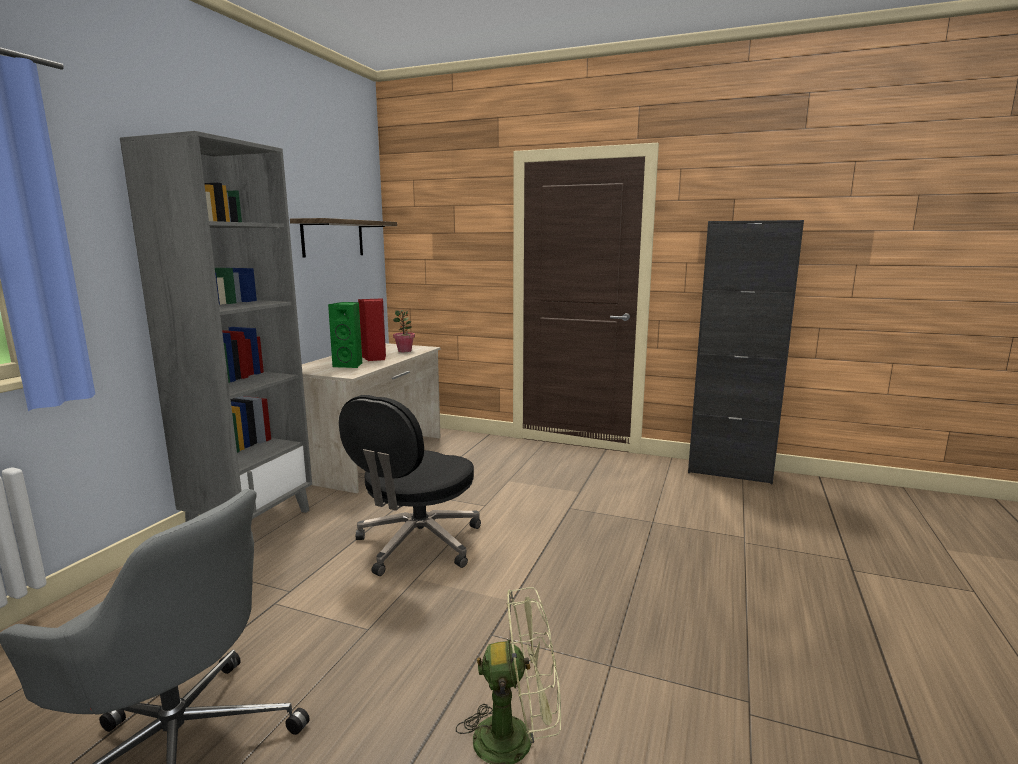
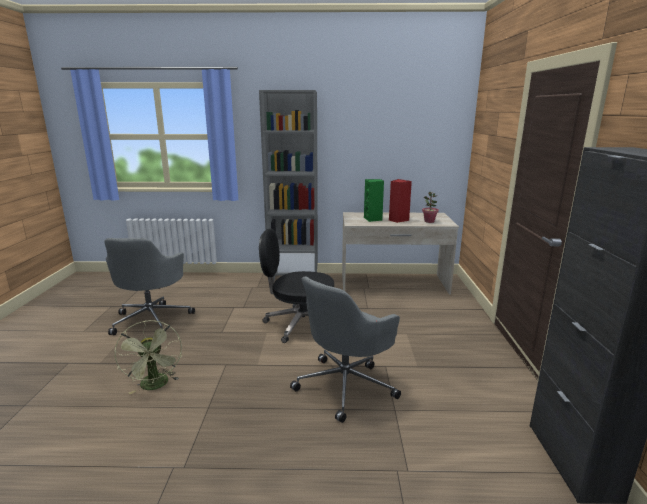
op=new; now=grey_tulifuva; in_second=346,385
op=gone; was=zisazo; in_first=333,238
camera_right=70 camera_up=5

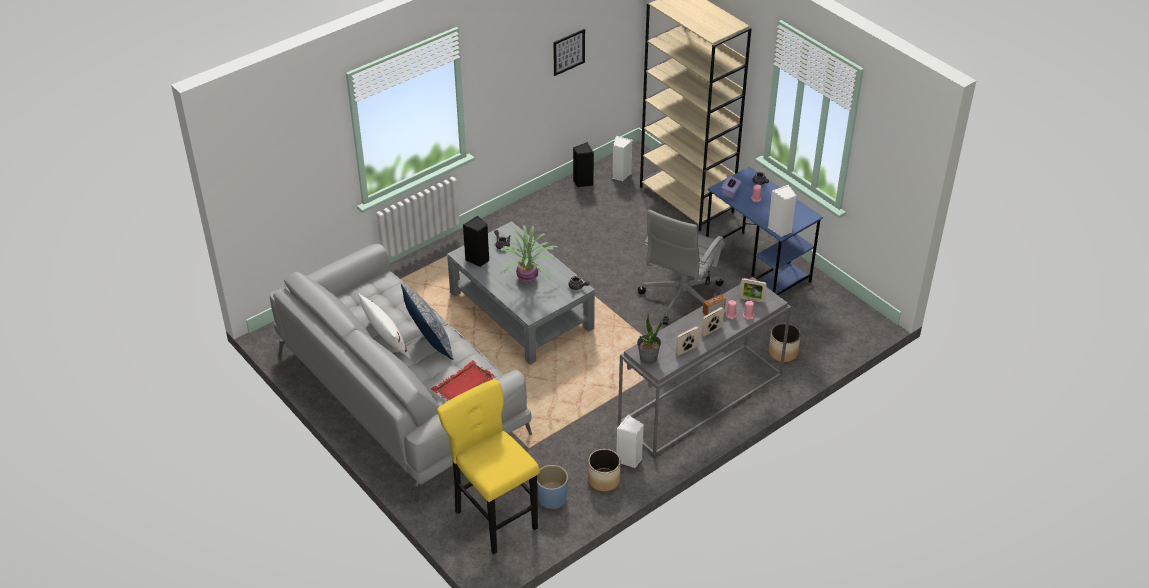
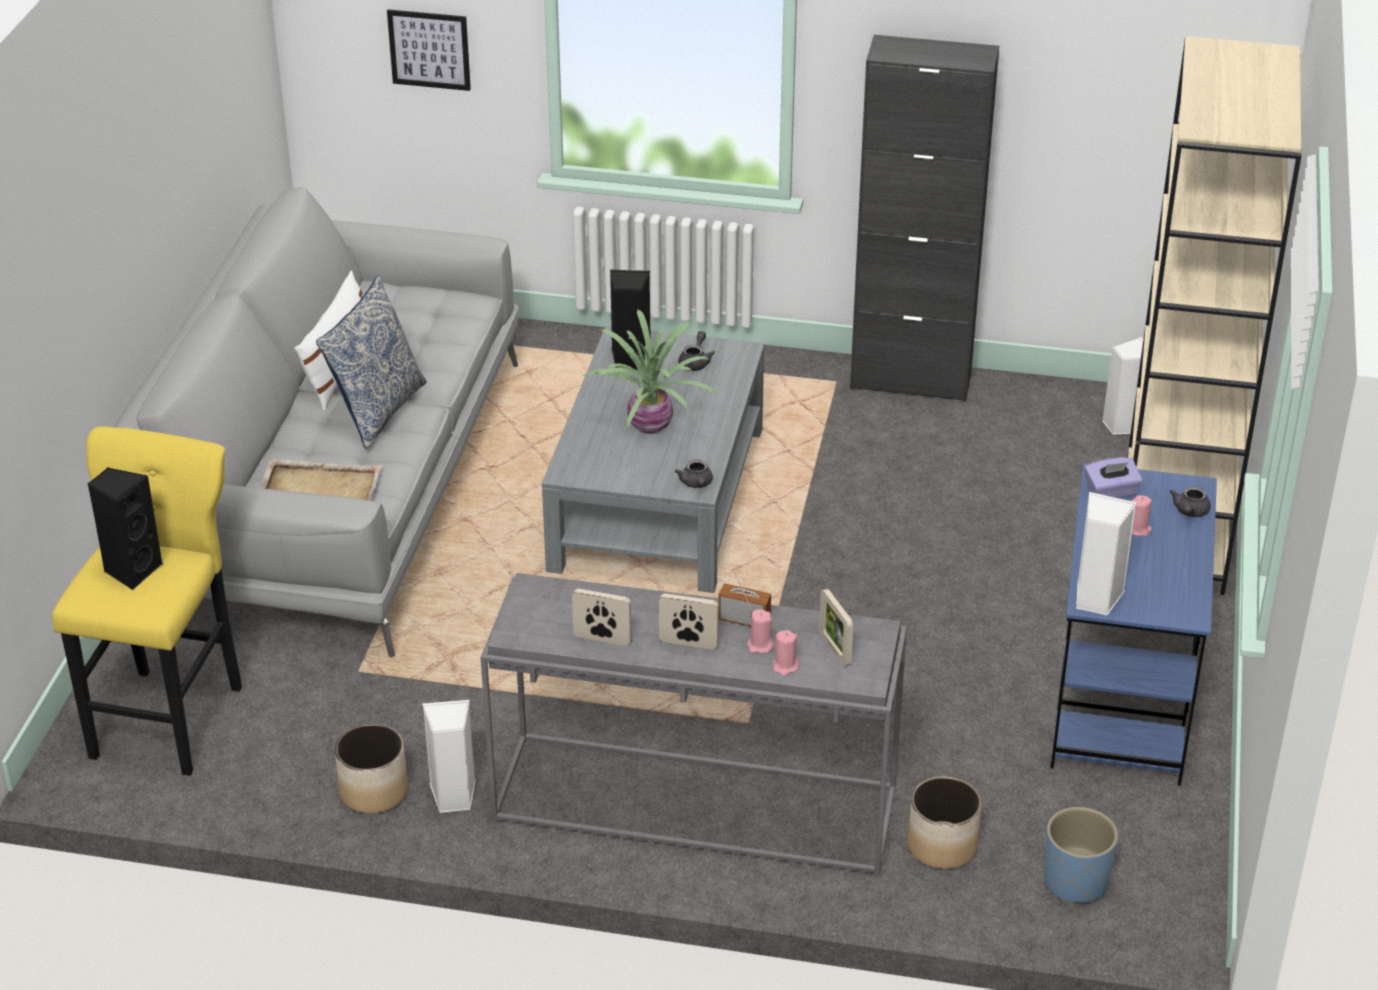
op=shifted; was=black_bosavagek; in_first=582,182; in_second=132,570
op=repainted; was=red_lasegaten; now=beige_lasegaten; in_first=463,385; in_second=318,487
op=shifted; was=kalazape; in_first=568,52; in_second=429,49
op=new; now=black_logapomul; in_second=910,380
op=shifted; was=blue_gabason; in_first=552,498; in_second=1075,881
op=gone; was=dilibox; in_first=648,358
op=gone; was=grey_tulifuva; in_first=681,299
camera_right=50 camera_up=-5

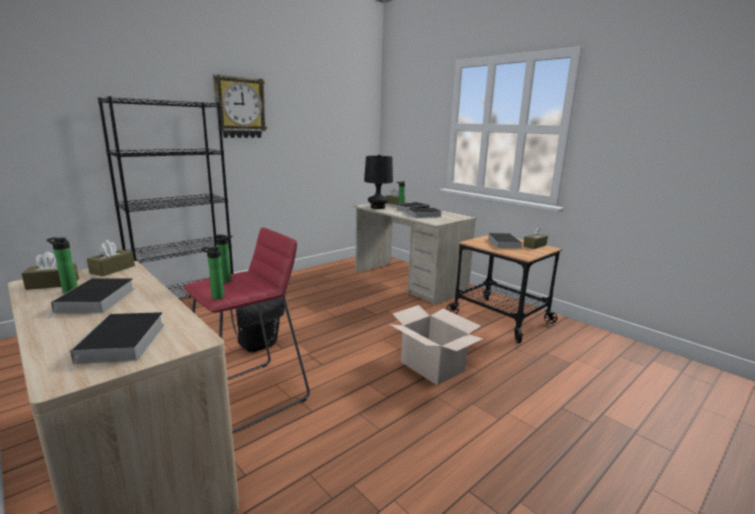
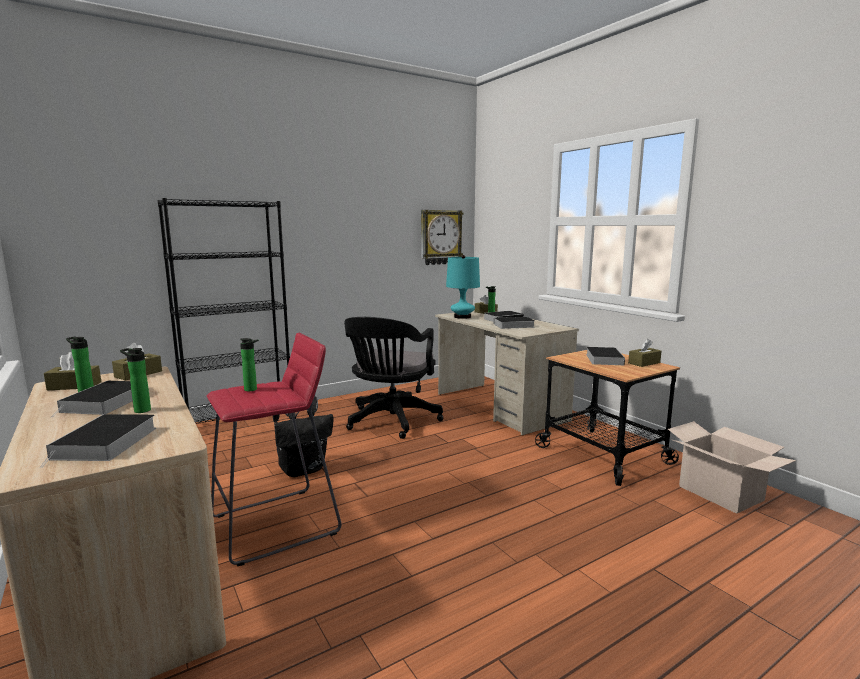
op=shifted; was=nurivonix; in_first=216,297; in_second=140,410
op=new; now=black_tulifuva; in_second=391,422
op=shifted; was=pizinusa; in_first=240,108; in_second=440,237
op=repainted; was=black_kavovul; now=turquoise_kavovul; in_first=377,207; in_second=462,317
op=shifted; was=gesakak; in_first=431,366; in_second=719,493
camera_right=10 camera_up=-5

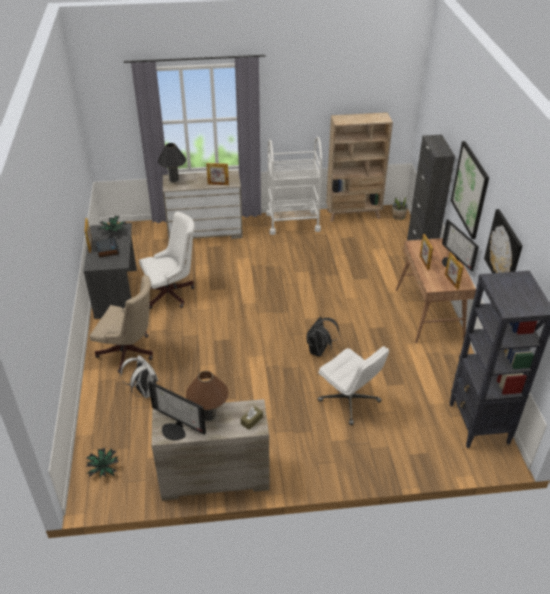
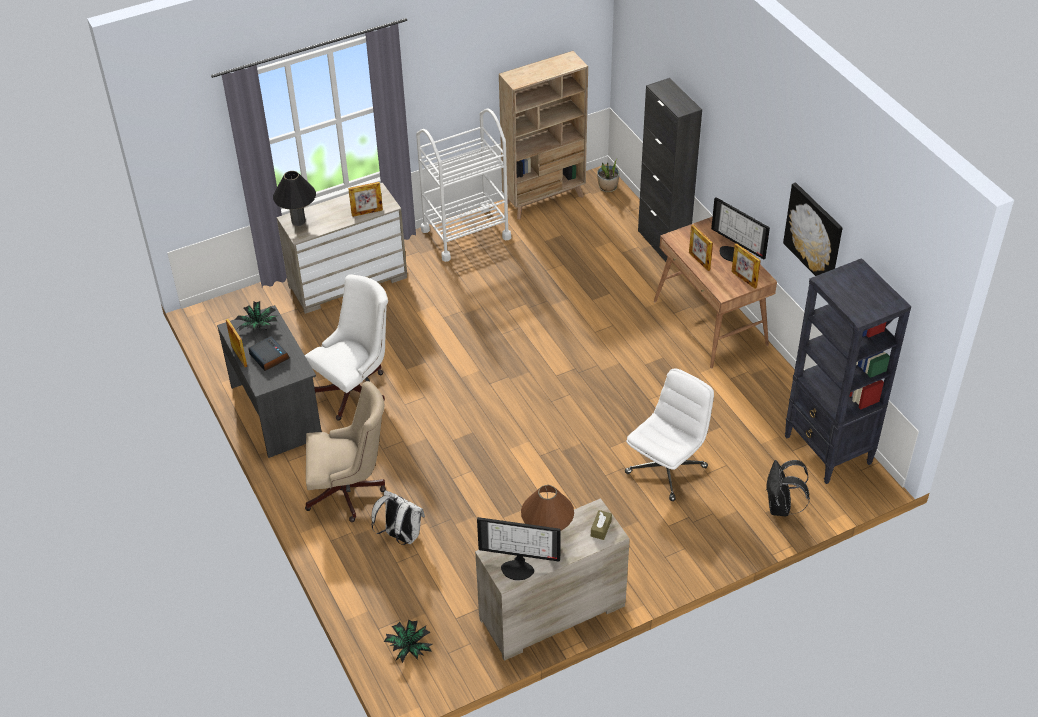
op=rotated; was=white_tulifuva; in_first=350,401; in_second=666,469; clockwise=-75
op=shifted; was=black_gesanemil; in_first=319,351; in_second=781,507
op=gone; was=kalazape; in_first=470,189
camera_right=-20 camera_up=5

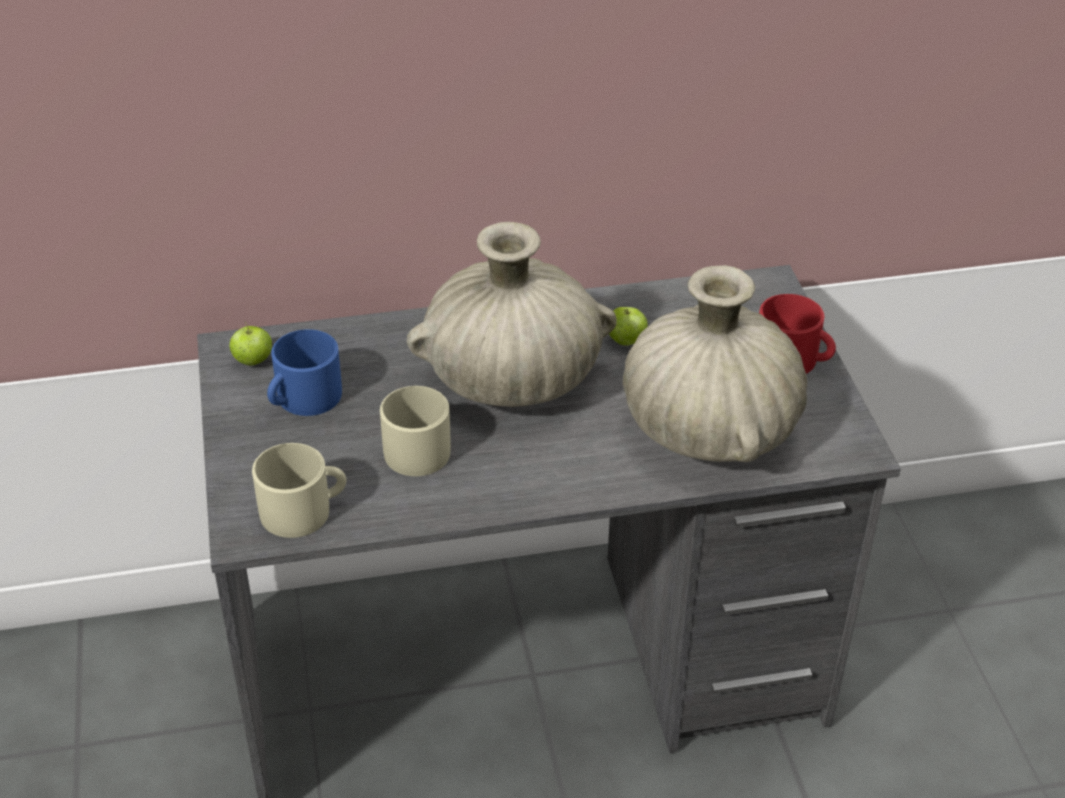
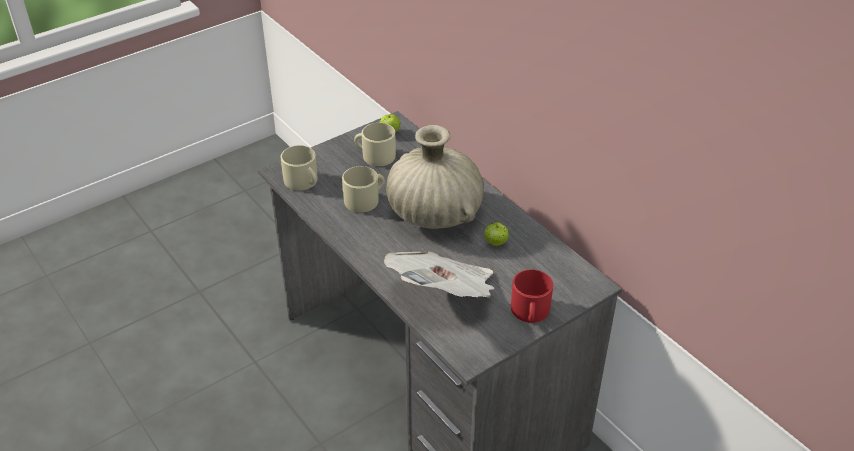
op=repainted; was=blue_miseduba; now=beige_miseduba; in_first=303,399; in_second=375,155
op=swapped; was=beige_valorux; now=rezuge; in_first=708,430; in_second=444,294
camera_right=65 camera_up=0

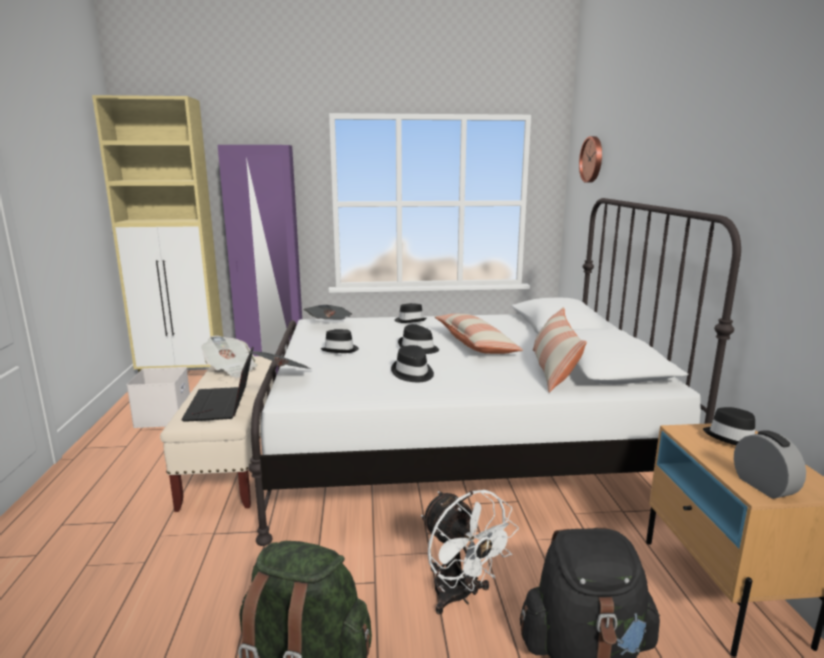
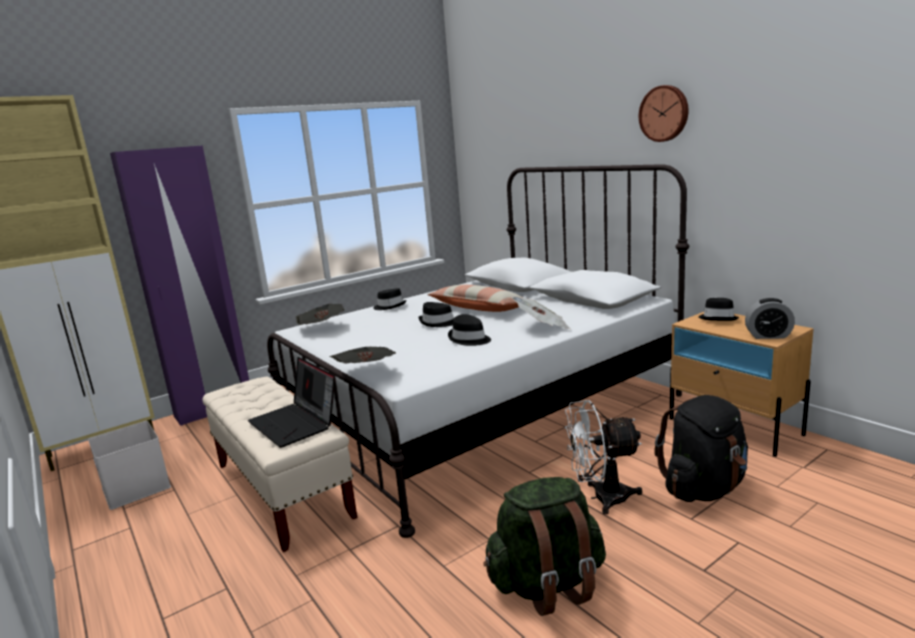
op=shifted; was=rezuge; in_first=231,370; in_second=542,327
op=rotated; was=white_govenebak; in_first=460,596; in_second=601,498; clockwise=150
op=shifted; was=pizinusa; in_first=592,159; in_second=664,113
op=rotated; was=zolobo; in_first=763,486; in_second=768,336; clockwise=150
op=gone; was=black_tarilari; in_first=340,350
op=gone; was=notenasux; in_first=553,370
camera_right=-30 camera_up=0

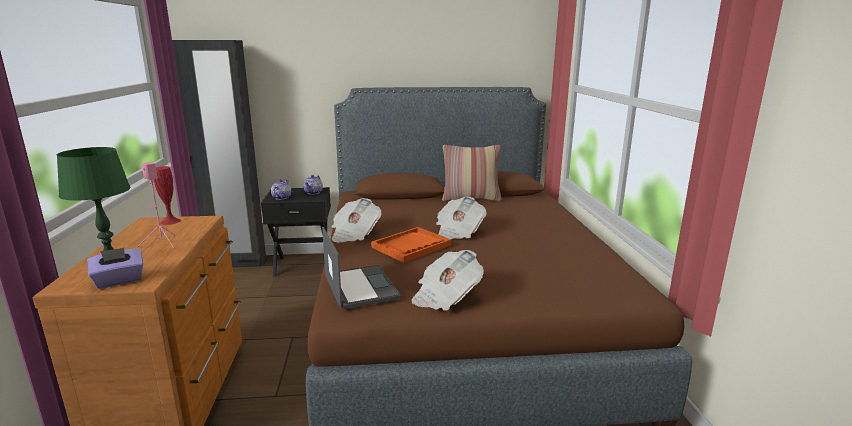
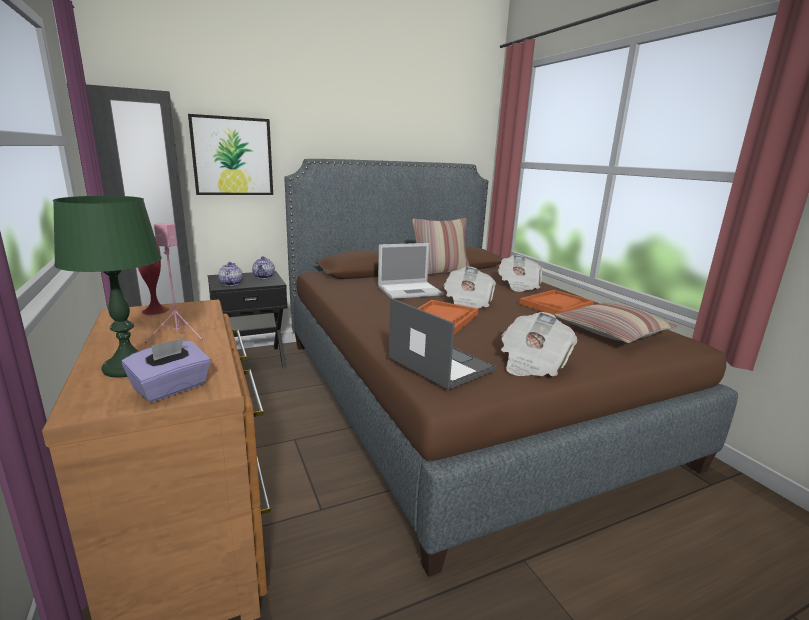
op=new; now=kalazape; in_second=232,156
op=new; now=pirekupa; in_second=411,290
op=shifted; was=rezuge; in_first=354,234; in_second=518,285
op=new; now=orange_lasegaten; in_second=556,305
op=new; now=notenasux; in_second=612,332
camera_right=-20 camera_up=0

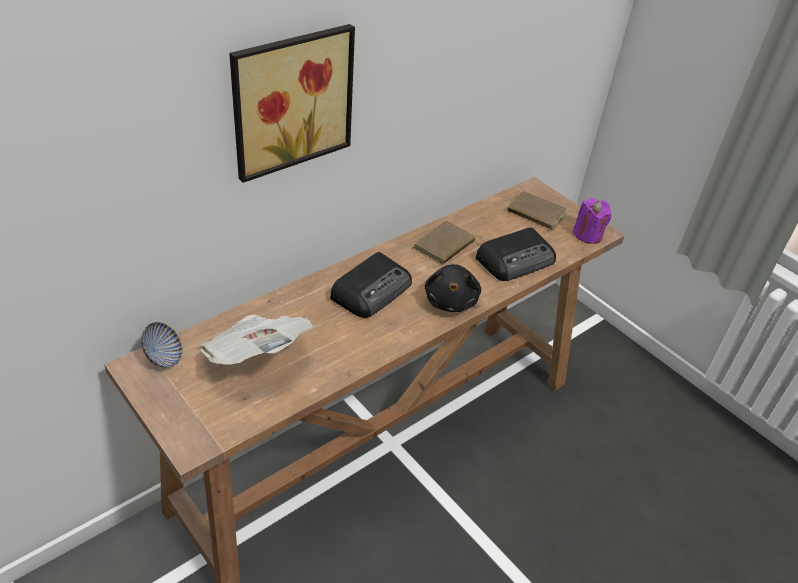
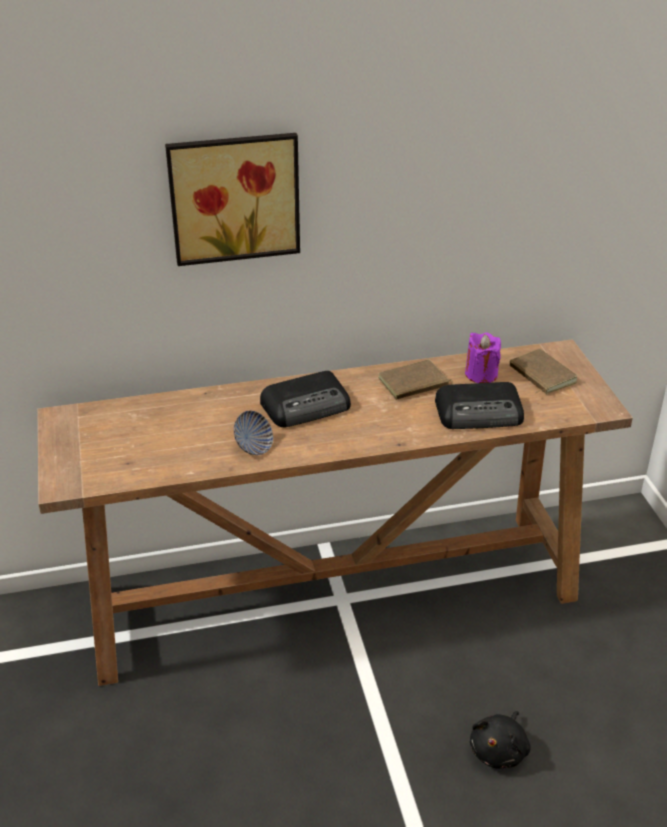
op=shifted; was=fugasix; in_first=164,357; in_second=253,447
op=shifted; was=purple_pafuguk; in_first=587,235; in_second=481,374
op=shifted; was=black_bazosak; in_first=451,300; in_second=499,750
op=gone; was=rezuge; in_first=256,356
camera_right=30 camera_up=-5

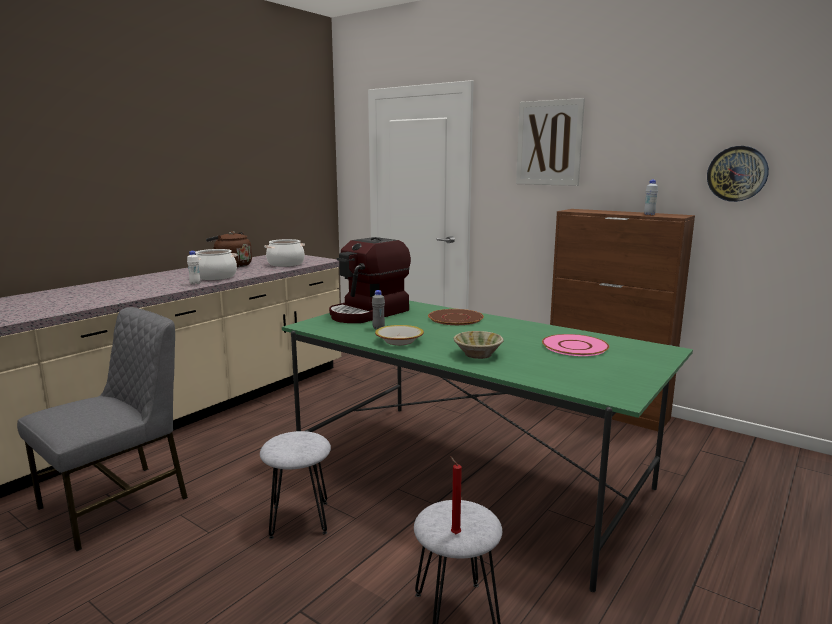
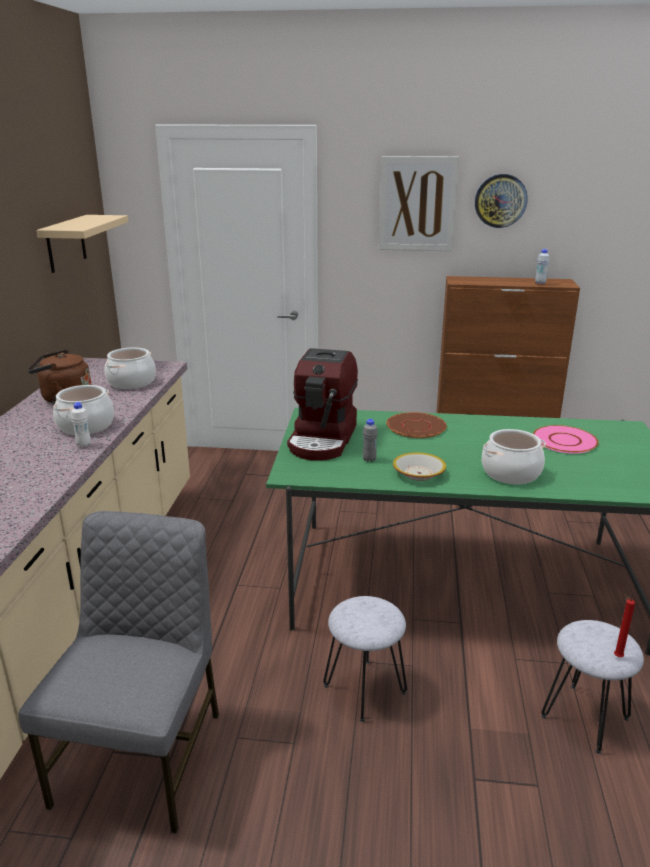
op=new; now=beige_zisazo; in_second=66,243
op=shifted; was=pizinusa; in_first=737,173; in_second=500,201
op=swapped; was=beige_fugasix; now=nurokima; in_first=477,354; in_second=510,473
camera_right=-30 camera_up=10

